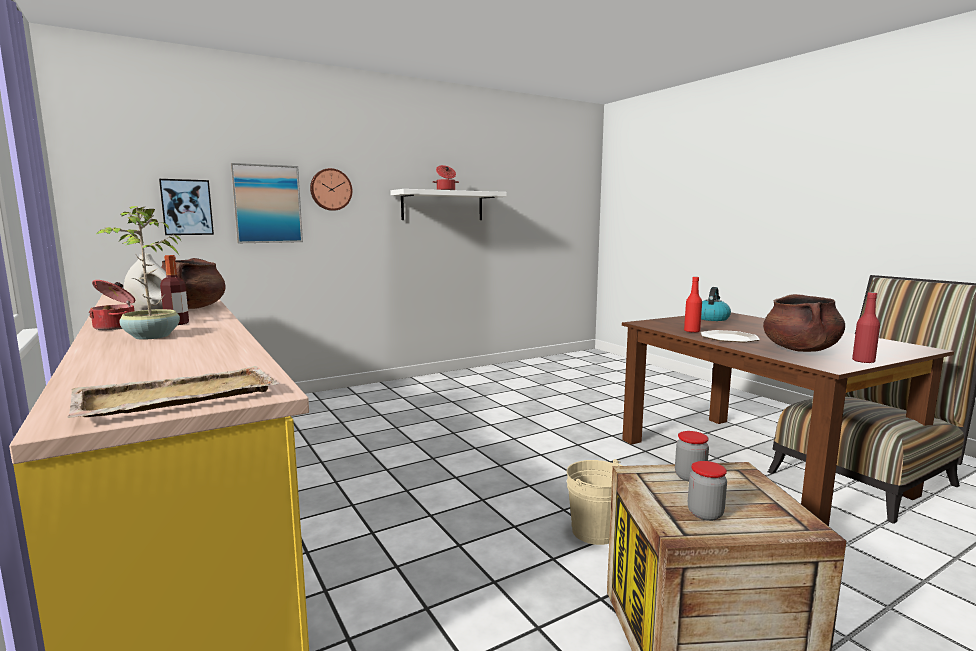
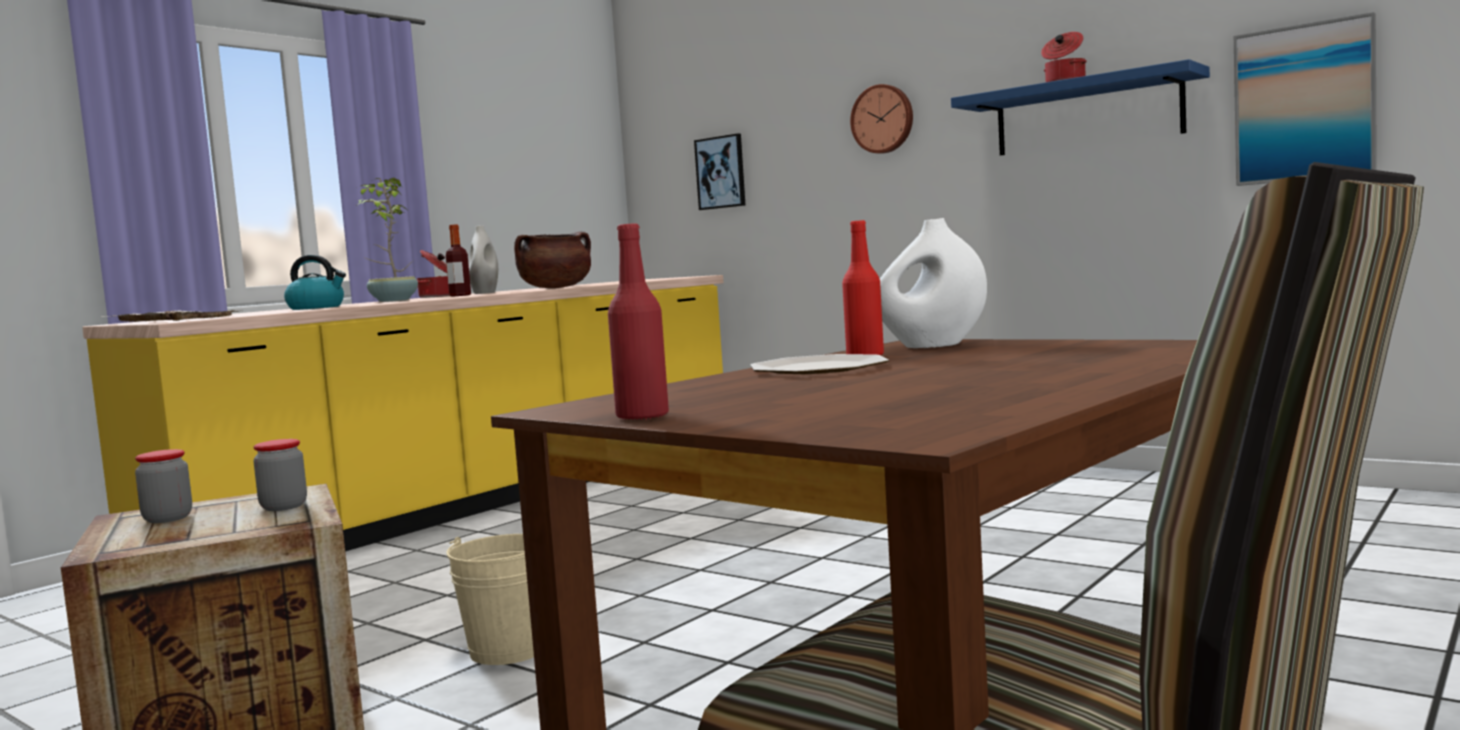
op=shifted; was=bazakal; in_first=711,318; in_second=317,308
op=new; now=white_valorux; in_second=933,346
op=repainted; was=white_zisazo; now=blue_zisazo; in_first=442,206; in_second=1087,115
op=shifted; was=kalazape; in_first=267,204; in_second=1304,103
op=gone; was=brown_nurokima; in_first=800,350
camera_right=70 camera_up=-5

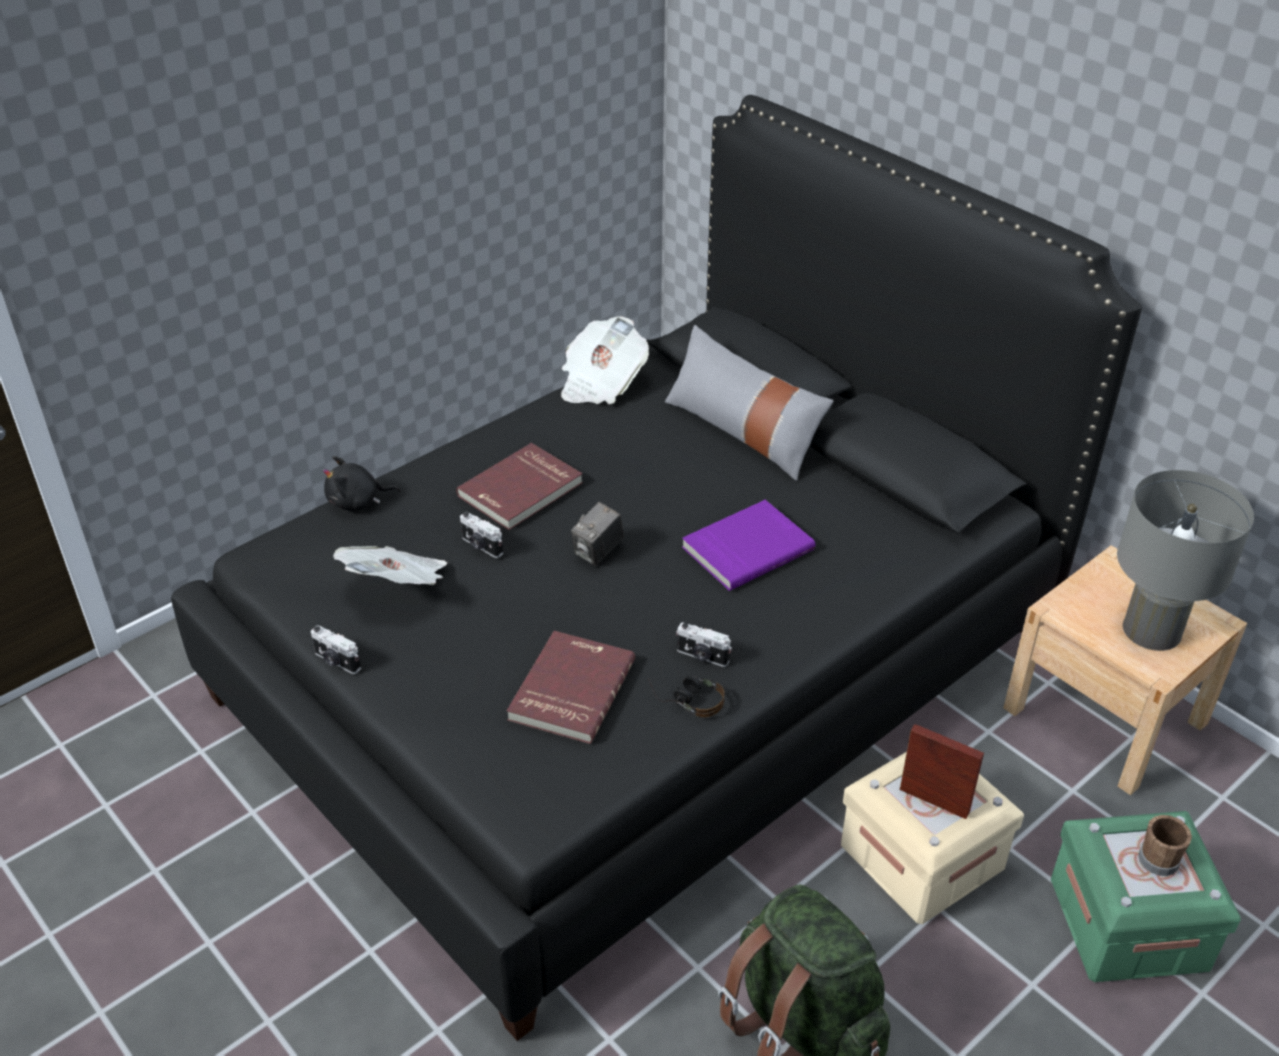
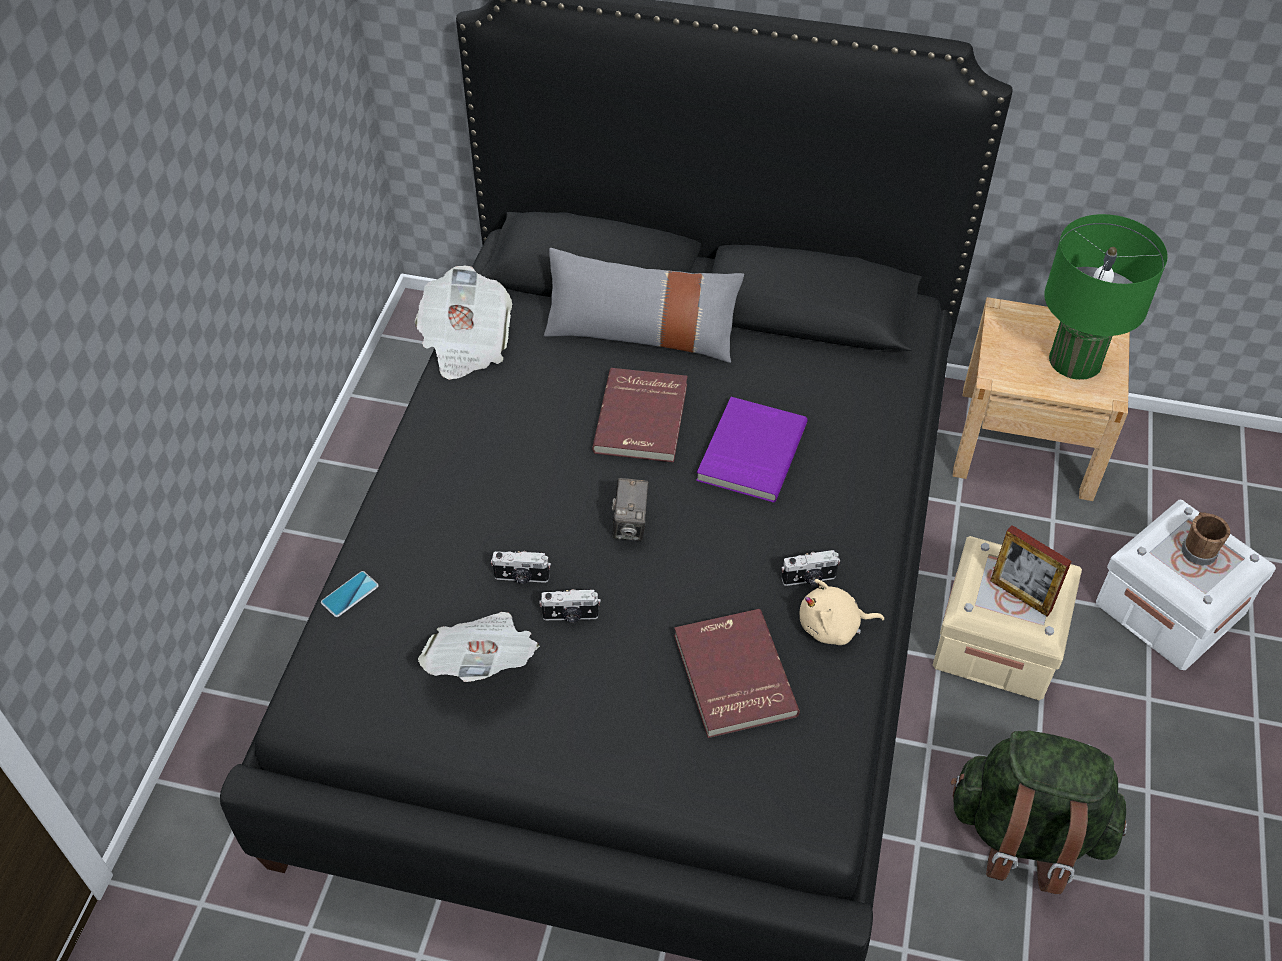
op=swapped; was=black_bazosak; now=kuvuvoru; in_first=357,502; in_second=350,594
op=shifted; was=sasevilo; in_first=336,661; in_second=570,616
op=shifted; was=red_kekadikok; in_first=522,490; in_second=643,418
op=swapped; was=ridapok; now=beige_bazosak; in_first=686,699; in_second=833,627
op=rotated; was=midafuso; in_first=934,801; in_second=1020,595; clockwise=-135
op=repainted; was=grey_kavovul; now=green_kavovul; in_first=1151,630; in_second=1075,360
op=repainted; was=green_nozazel; now=white_nozazel; in_first=1128,923; in_second=1169,608
camera_right=-35 camera_up=10

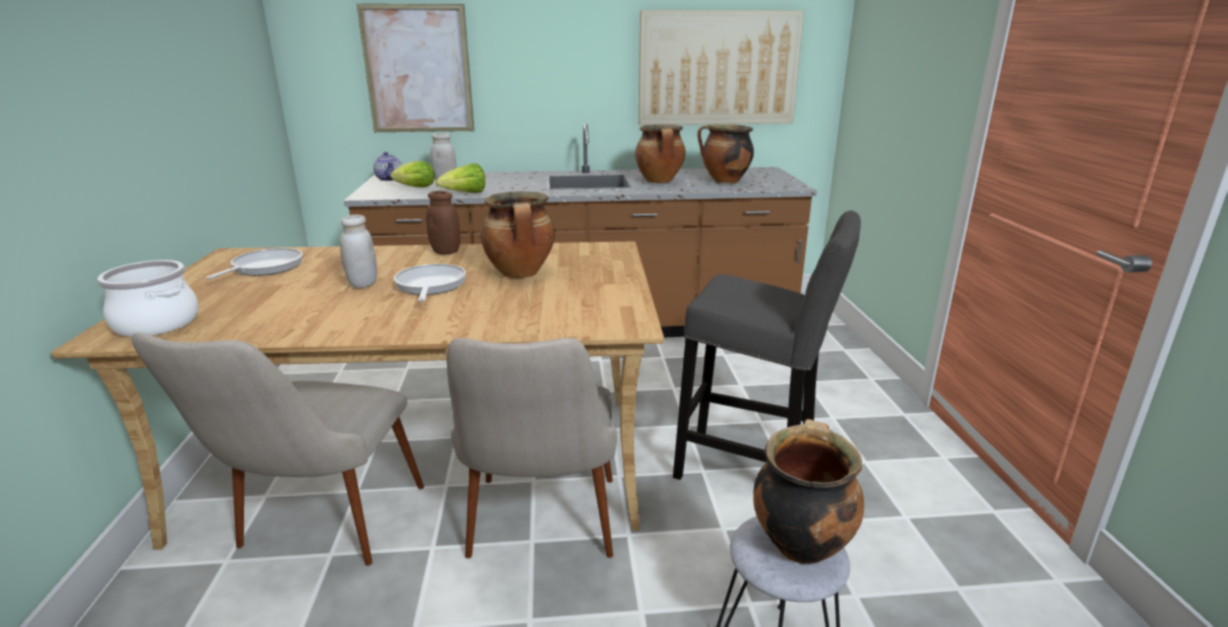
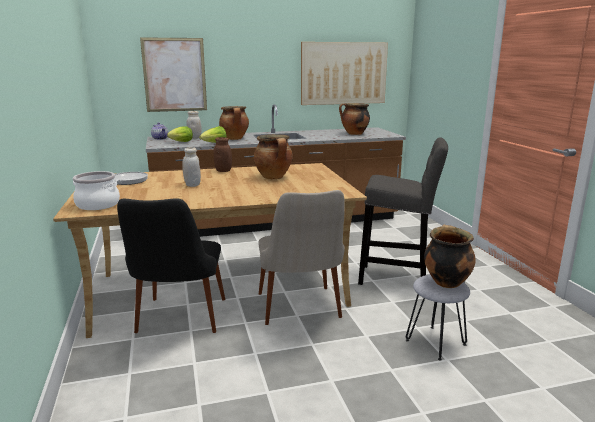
op=repainted; was=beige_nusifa; now=black_nusifa; in_first=318,535; in_second=178,324
op=shifted; was=nurokima; in_first=660,181; in_second=235,139
op=gone; was=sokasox; in_first=430,286
camera_right=-10 camera_up=-5

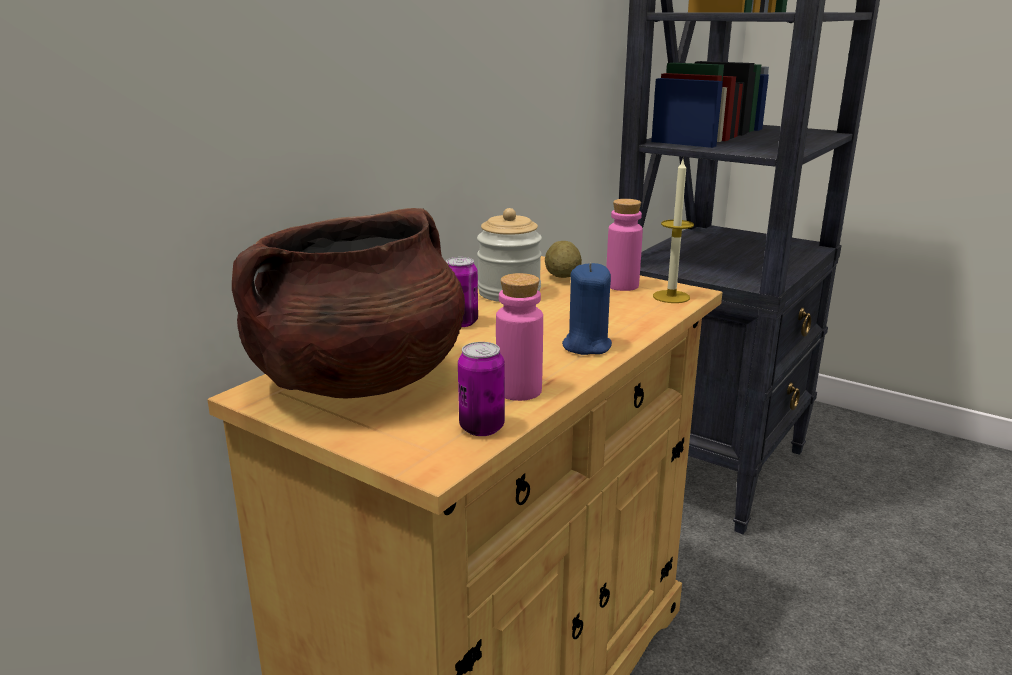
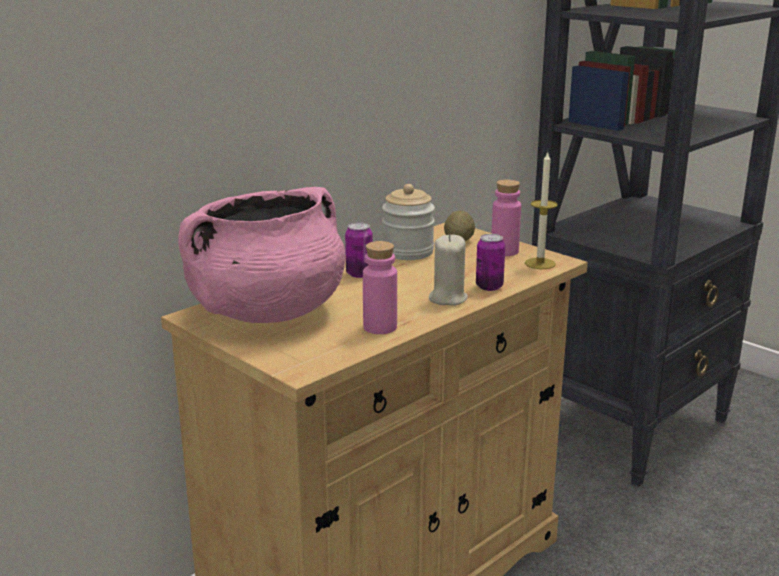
op=repainted; was=brown_nurokima; now=pink_nurokima; in_first=358,381; in_second=267,312
op=repainted; was=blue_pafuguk; now=beige_pafuguk; in_first=586,346; in_second=447,298
op=shifted; was=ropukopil; in_first=482,428; in_second=489,287
camera_right=10 camera_up=0

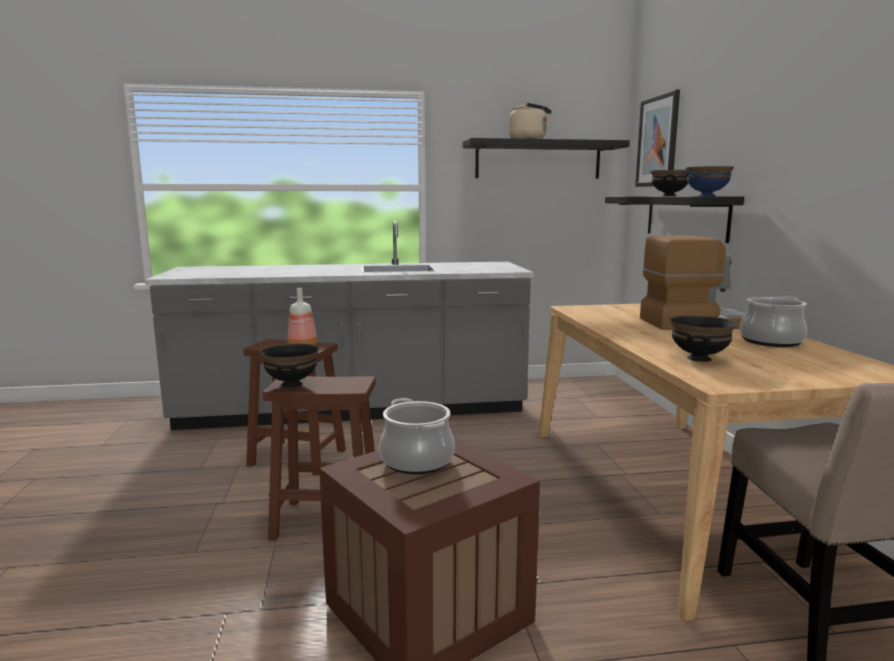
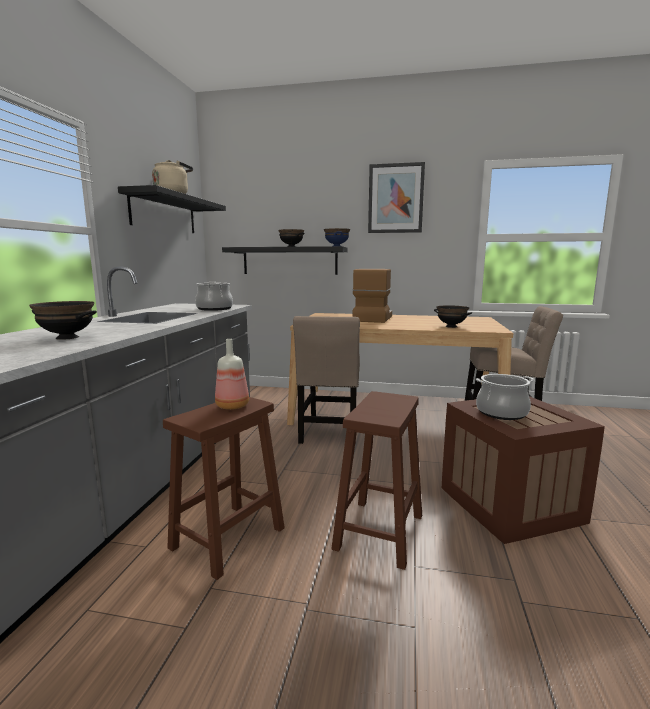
op=shifted; was=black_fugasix; in_first=292,384; in_second=68,337
op=shifted; was=nurokima; in_first=771,341; in_second=214,309
op=new; now=beige_nusifa; in_second=329,432
op=shifted; was=kalazape; in_first=658,141; in_second=395,198
camera_right=-70 camera_up=0

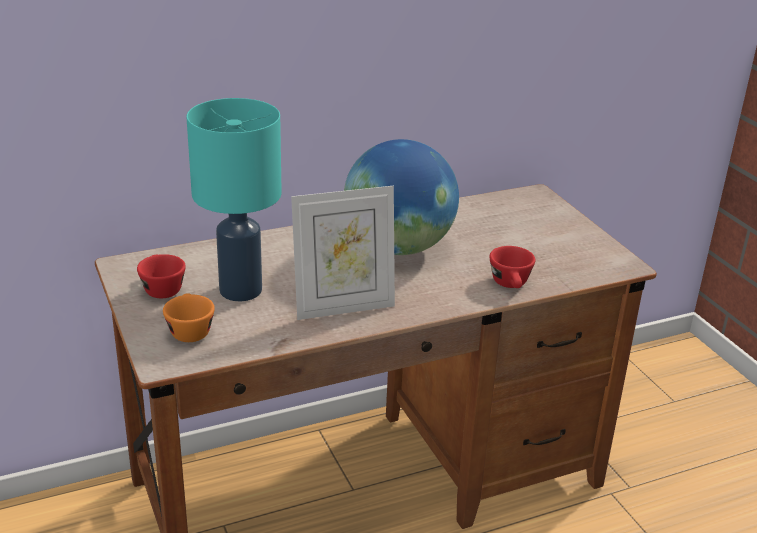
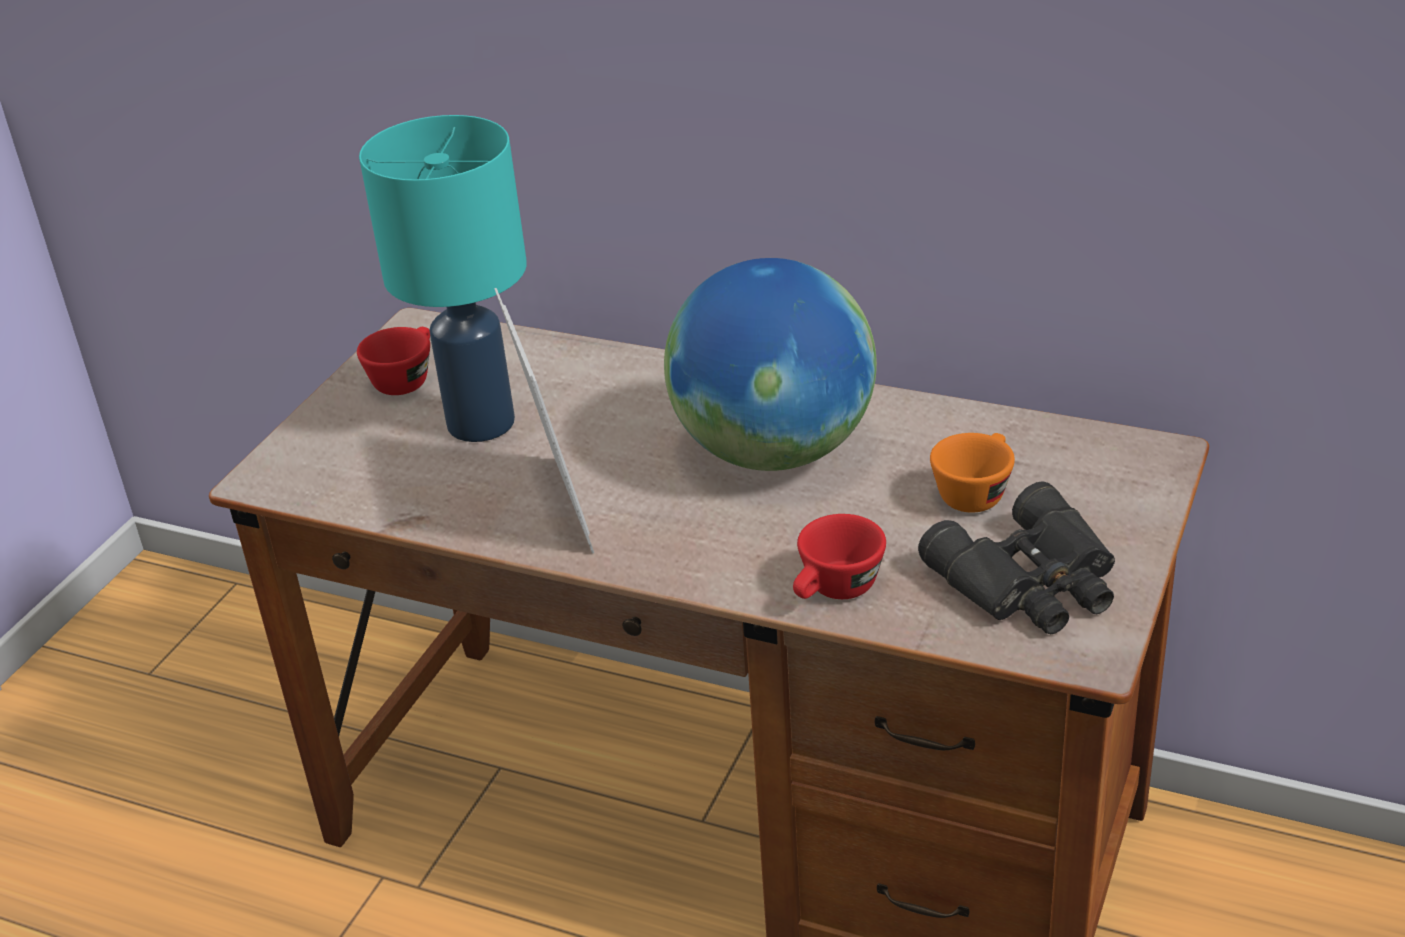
op=rotated; was=midafuso; in_first=343,307; in_second=556,508; clockwise=-135
op=new; now=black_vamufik; in_second=1031,582
op=shifted; was=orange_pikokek; in_first=189,330; in_second=975,491
camera_right=50 camera_up=5

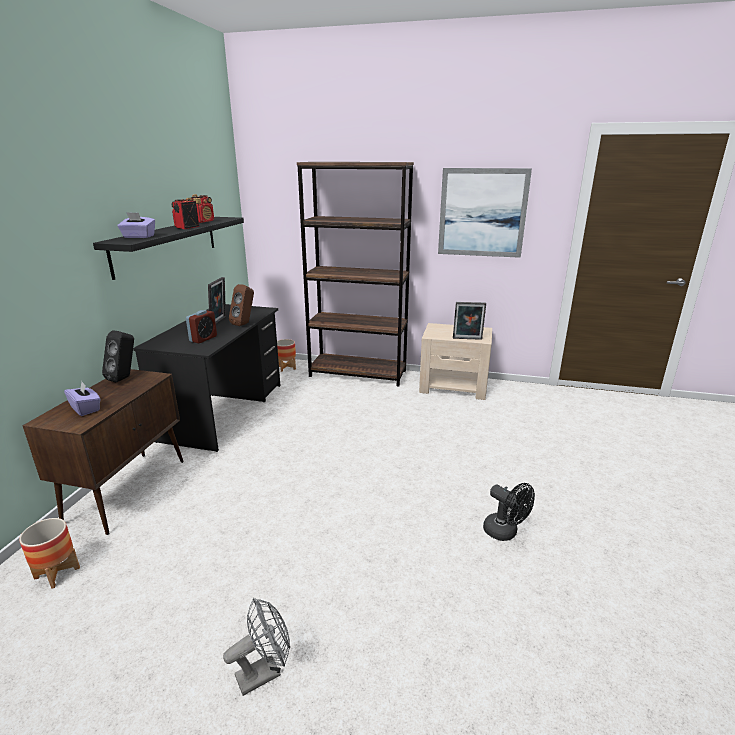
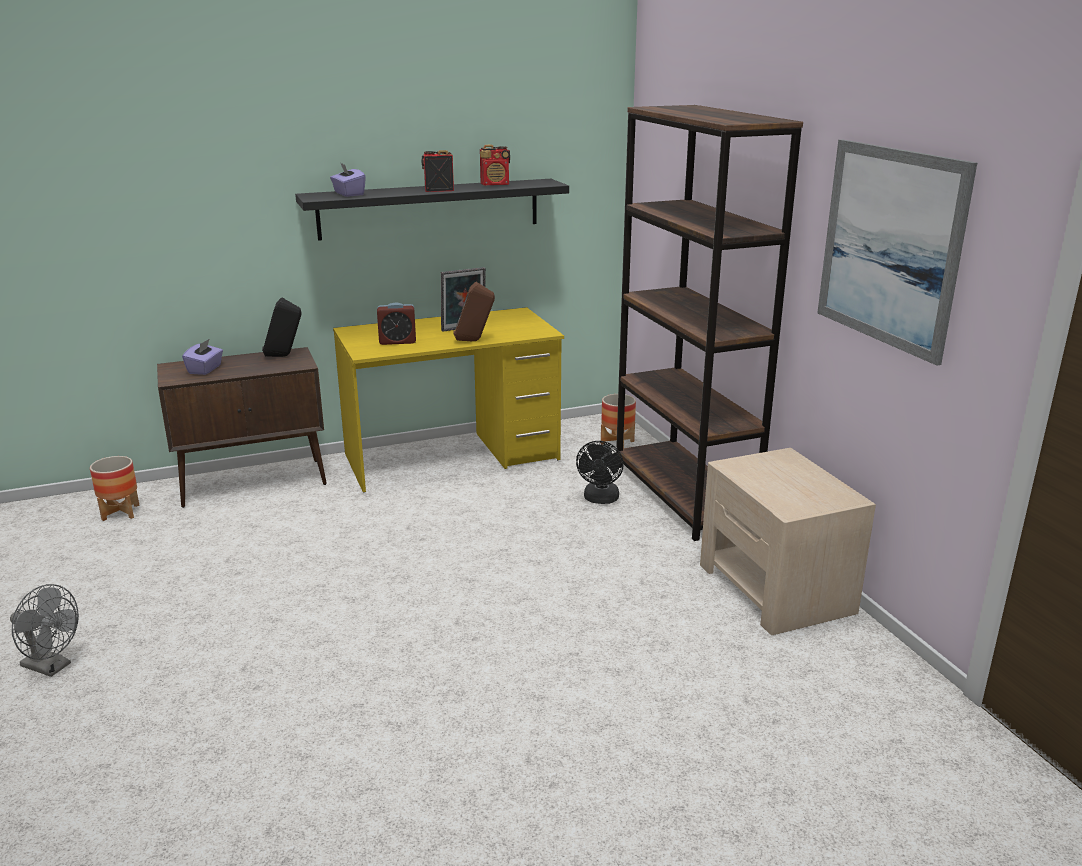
op=repainted; was=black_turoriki; now=yellow_turoriki; in_first=224,411; in_second=452,457
op=shifted; was=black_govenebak; in_first=505,533; in_second=600,499
op=gone; was=midafuso; in_first=467,339
camera_right=55 camera_up=0

